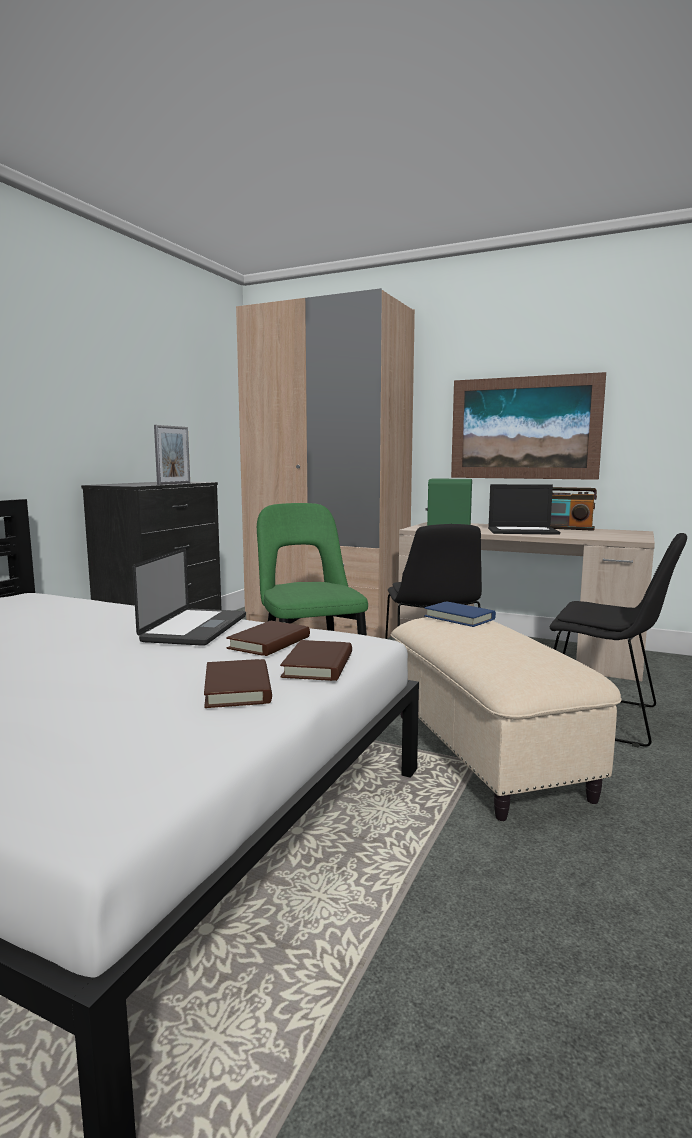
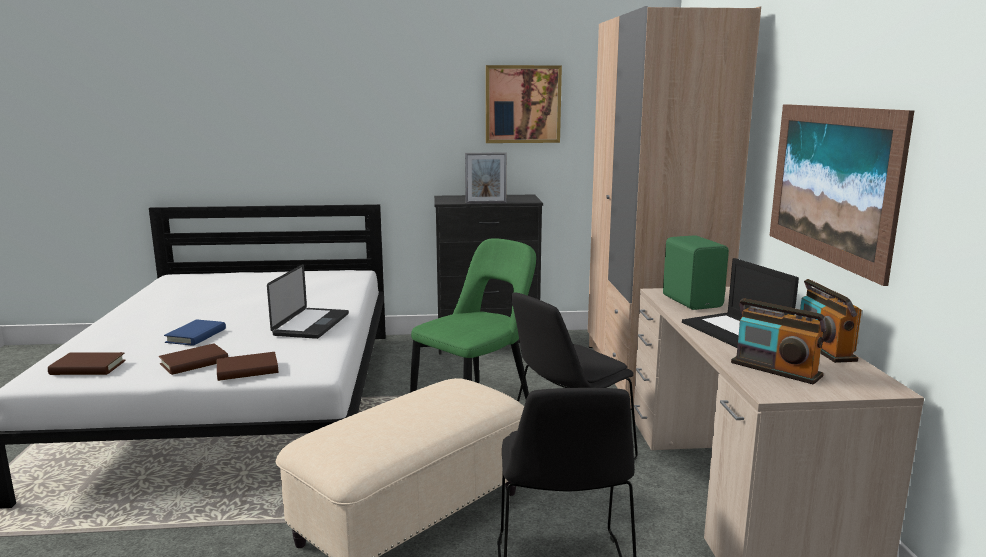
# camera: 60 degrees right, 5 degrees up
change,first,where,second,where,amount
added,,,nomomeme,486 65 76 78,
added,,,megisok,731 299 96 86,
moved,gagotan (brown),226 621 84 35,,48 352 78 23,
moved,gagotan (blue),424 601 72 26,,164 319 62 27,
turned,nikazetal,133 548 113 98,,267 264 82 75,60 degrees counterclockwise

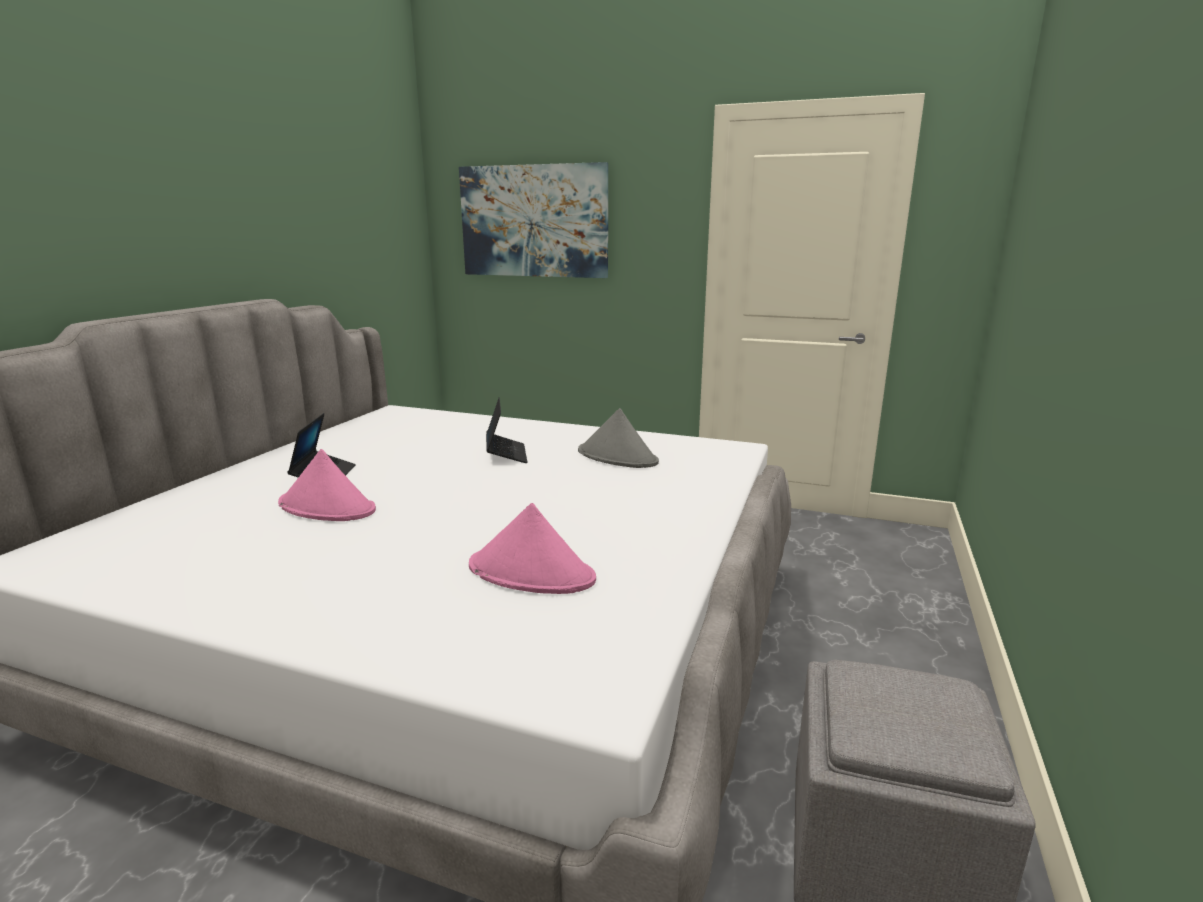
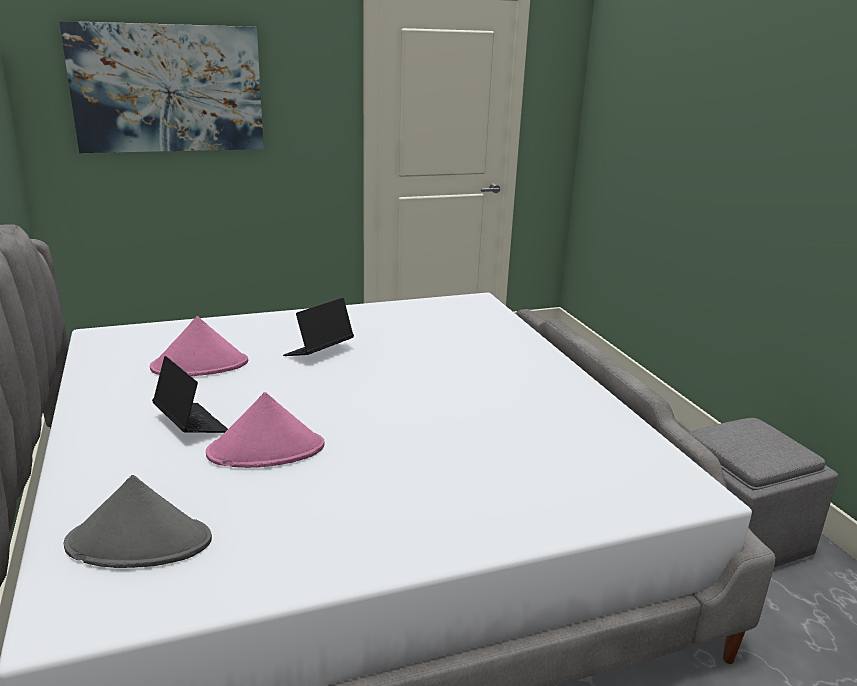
# camera: 40 degrees left, 5 degrees up
change,first,where,second,where,amount
moved,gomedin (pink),469 503 127 91,,150 316 98 60,
moved,gomedin (grey),578 408 81 60,,64 475 148 93,
turned,nikazetal,486 397 42 66,,283 298 71 58,90 degrees counterclockwise

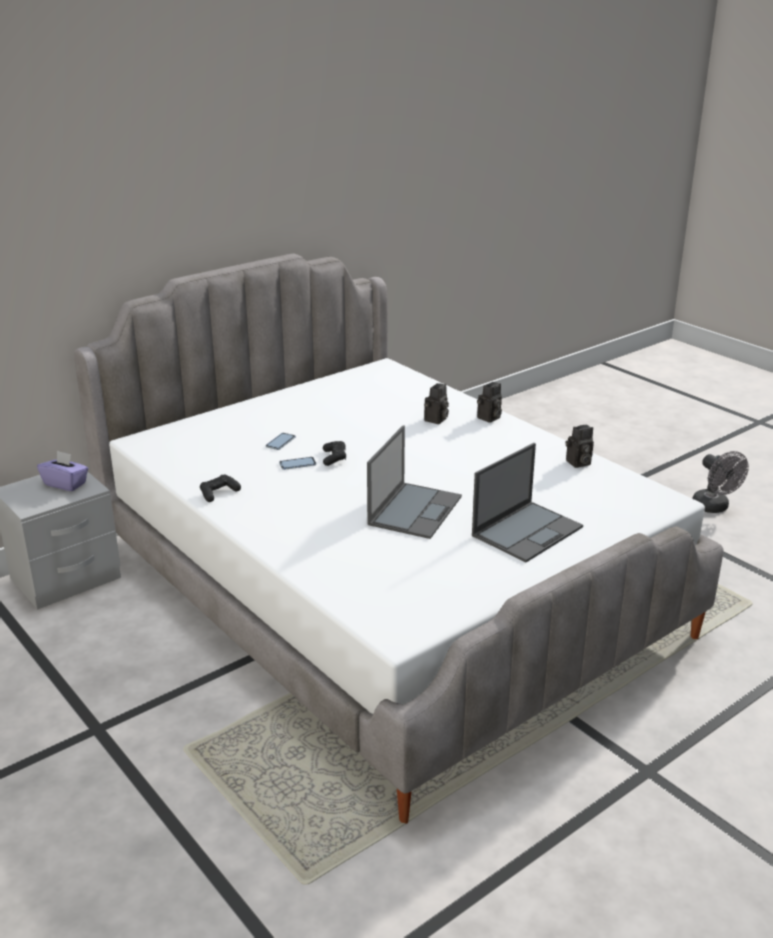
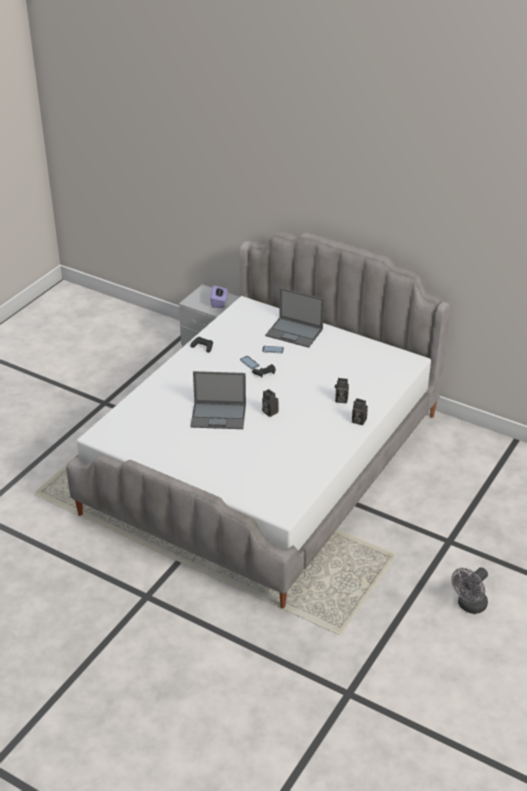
# camera: 70 degrees right, 10 degrees up
change,first,where,second,where,amount
moved,nikazetal,472 443 111 119,,265 288 59 60,
moved,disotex,565 424 29 44,,262 389 17 28,

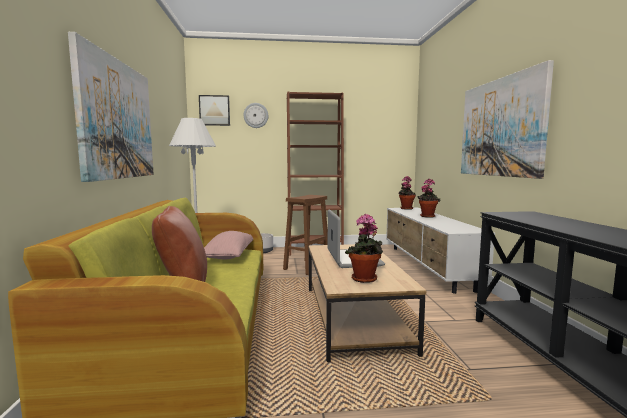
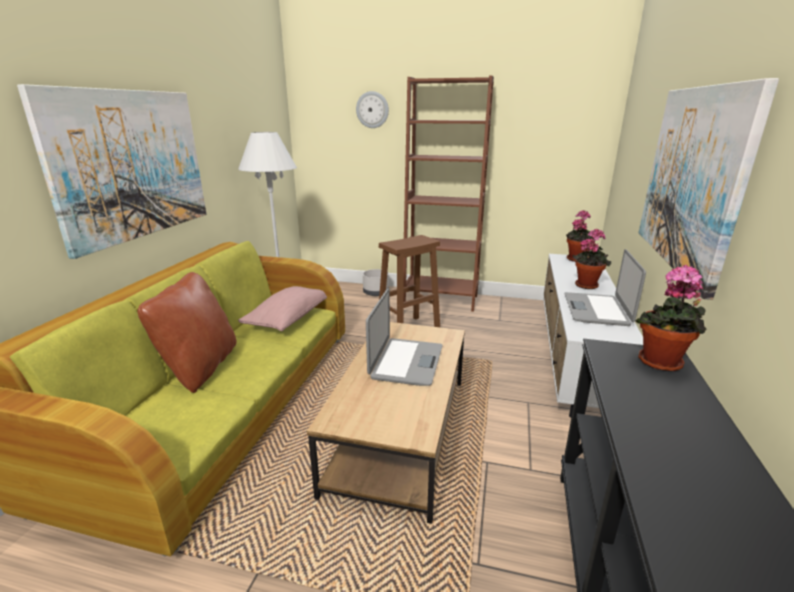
# camera: 20 degrees right, 15 degrees up
change,first,where,second,where,amount
removed,nomomeme,199 95 31 31,,,
added,,,nikazetal,564 249 82 77,
moved,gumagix,345 214 38 69,,635 265 72 107,

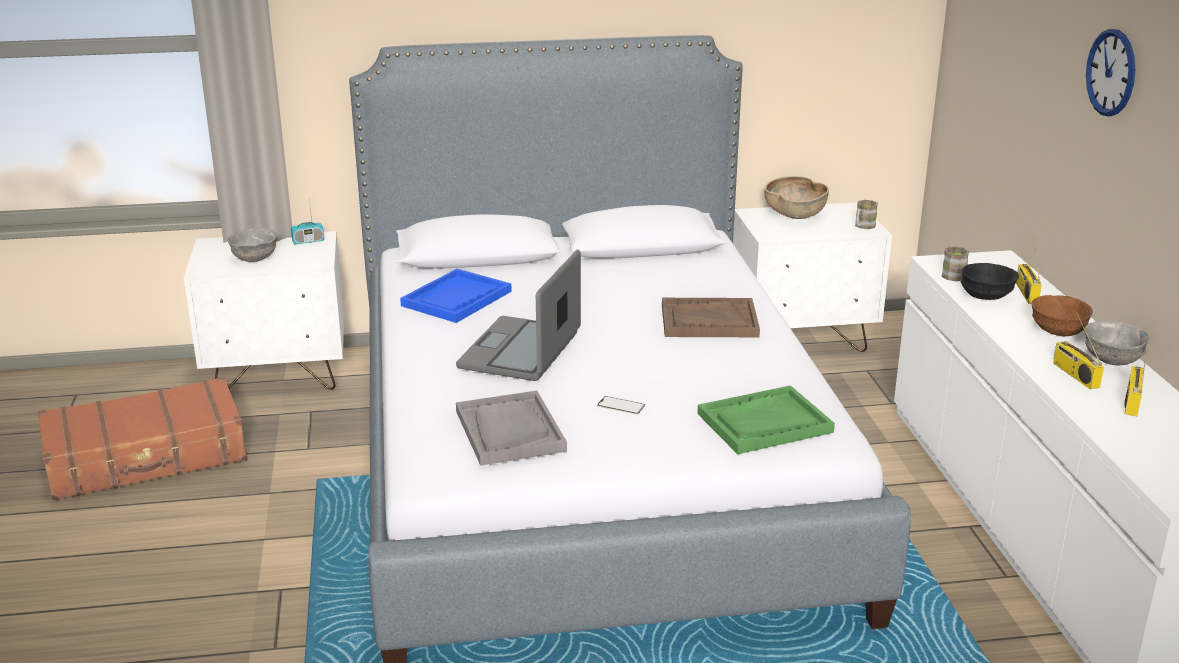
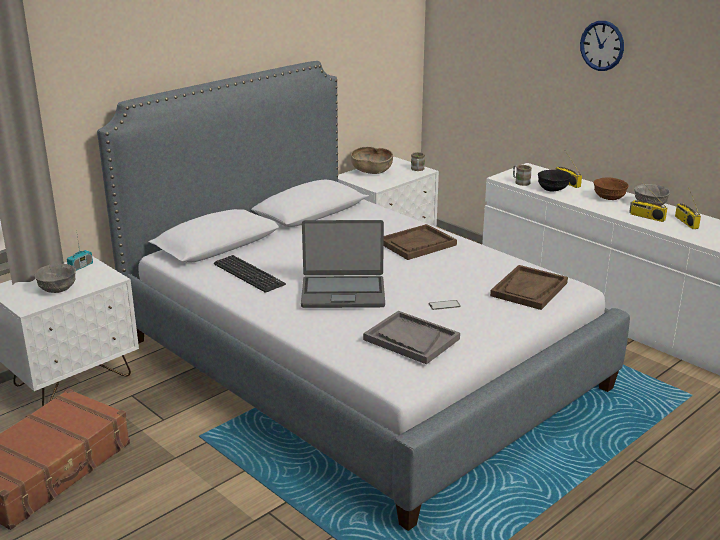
# camera: 35 degrees left, 0 degrees up
change,first,where,second,where,amount
replaced,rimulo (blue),400 269 112 54,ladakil,214 255 72 38,
recoloured,rimulo (green),697 385 138 69,rimulo (brown),490 265 78 45,
turned,nikazetal,456 249 125 132,,301 220 84 88,75 degrees counterclockwise

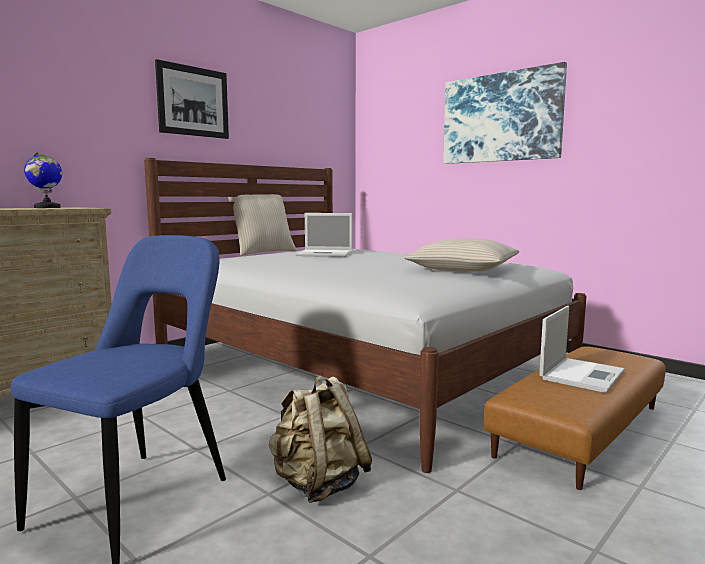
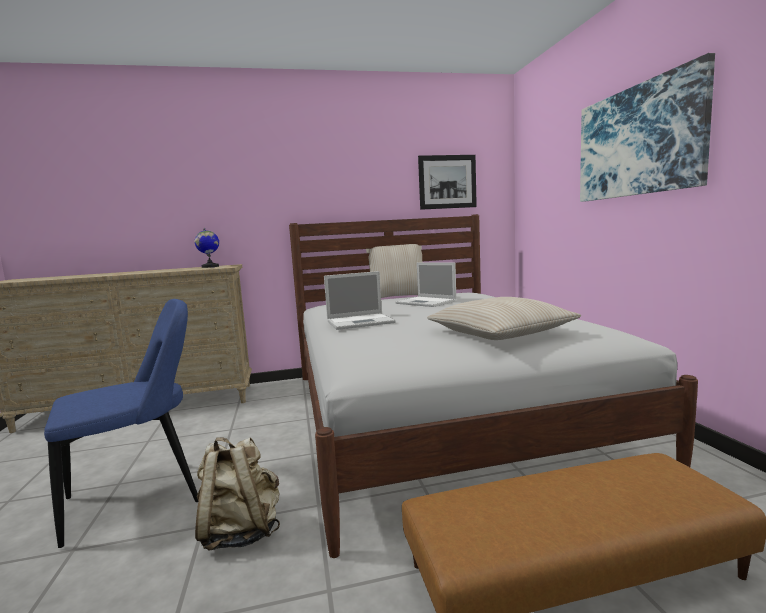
# camera: 35 degrees right, 0 degrees up
change,first,where,second,where,amount
moved,nomomeme,155 59 74 80,,418 155 59 55,
moved,nikazetal,539 306 85 87,,324 271 72 59,

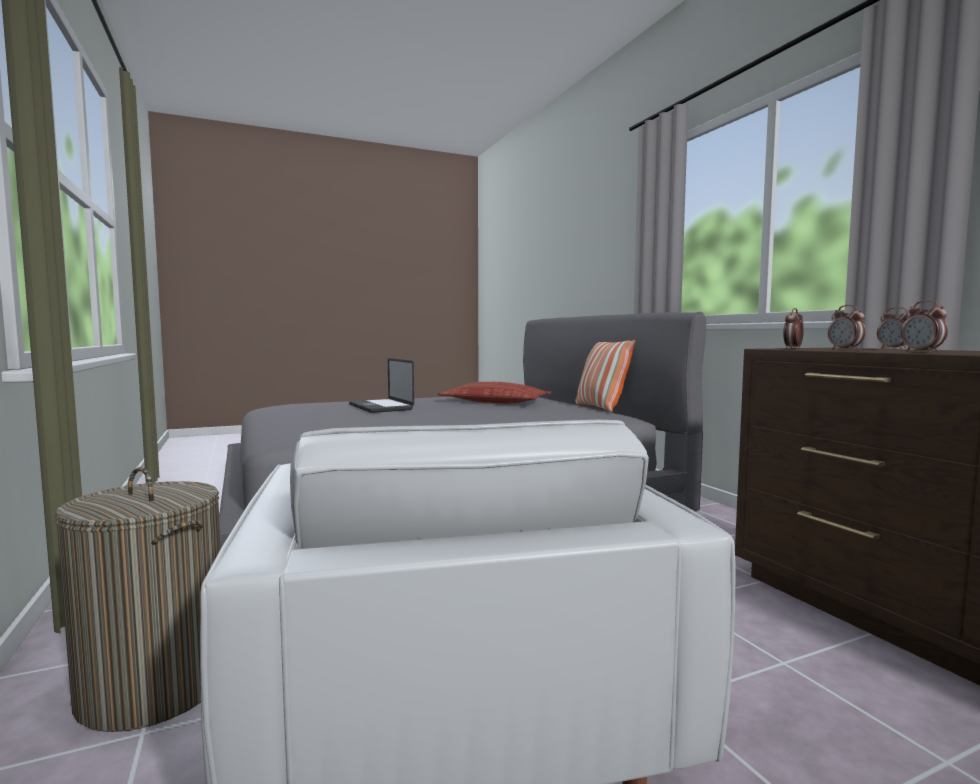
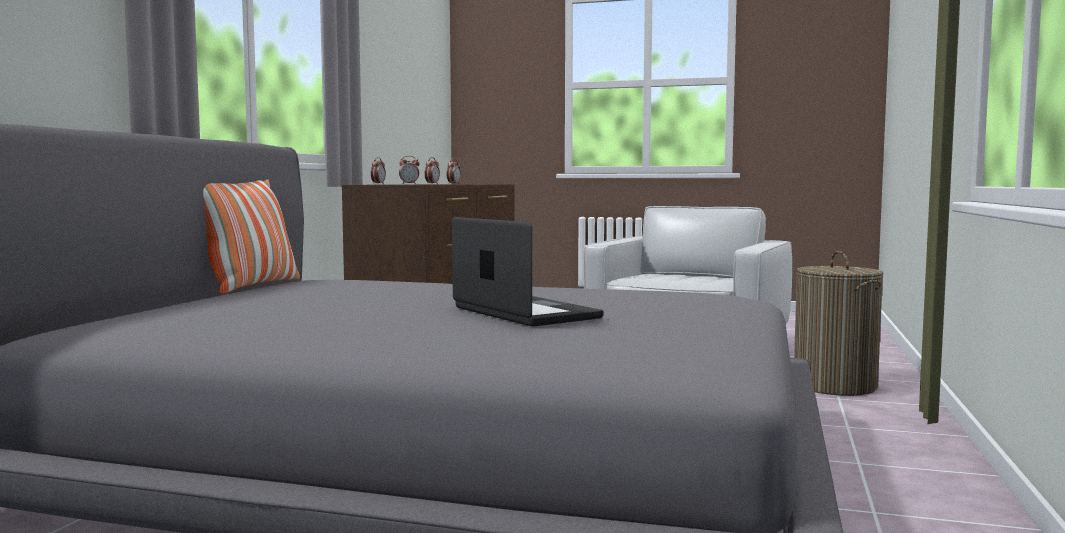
# camera: 140 degrees left, 0 degrees up
change,first,where,second,where,amount
removed,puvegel,437 382 115 21,,,
turned,nikazetal,349 358 65 55,,452 217 152 109,45 degrees counterclockwise

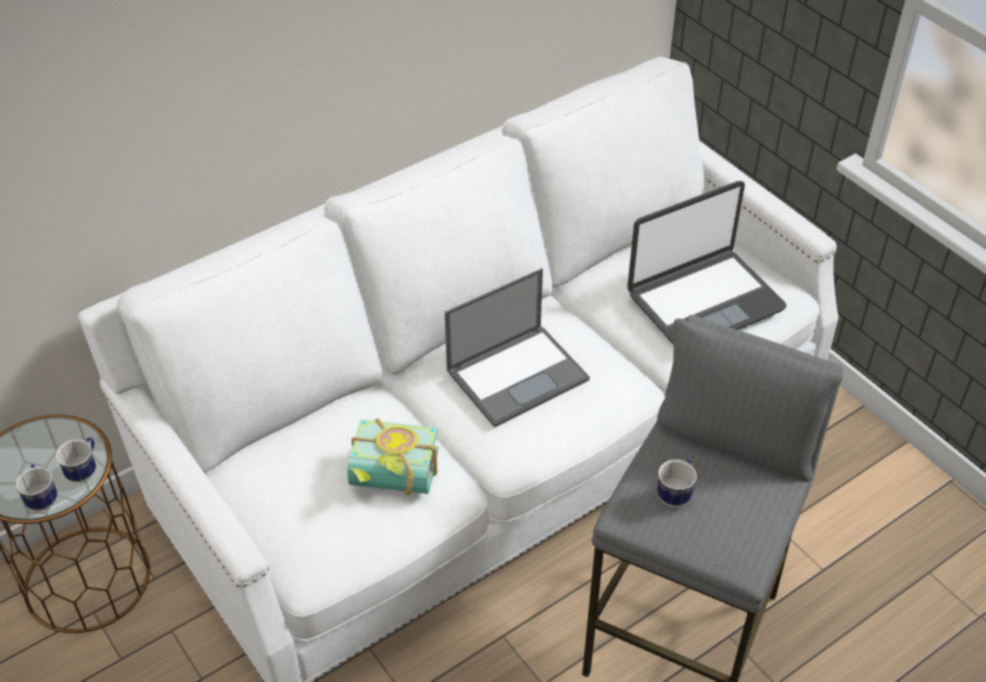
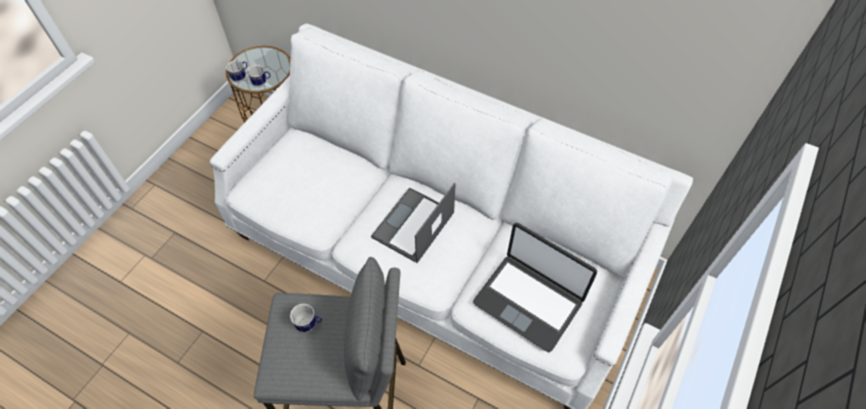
# camera: 65 degrees right, 10 degrees up
change,first,where,second,where,amount
removed,gagotan,347 418 91 77,,,
turned,nikazetal,445 268 145 160,,371 182 85 81,90 degrees clockwise

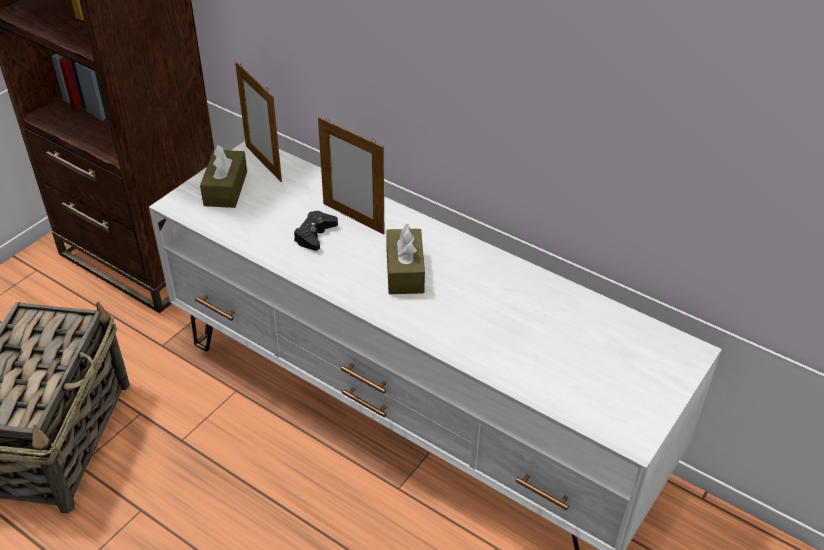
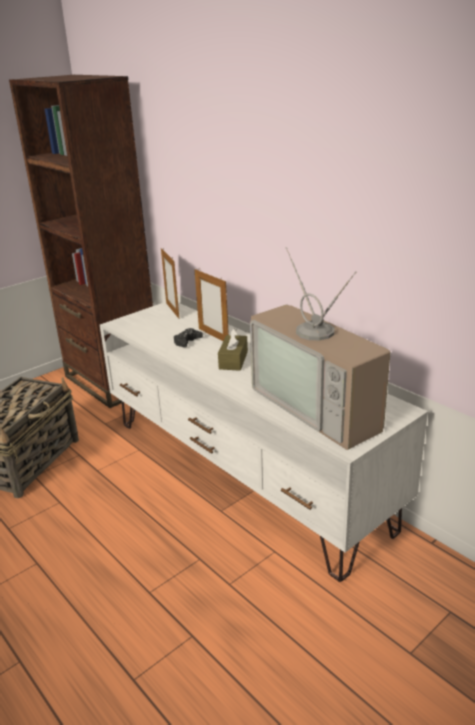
# camera: 15 degrees right, 15 degrees down
change,first,where,second,where,amount
removed,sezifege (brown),200 145 47 63,,,
added,,,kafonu,250 247 141 203,

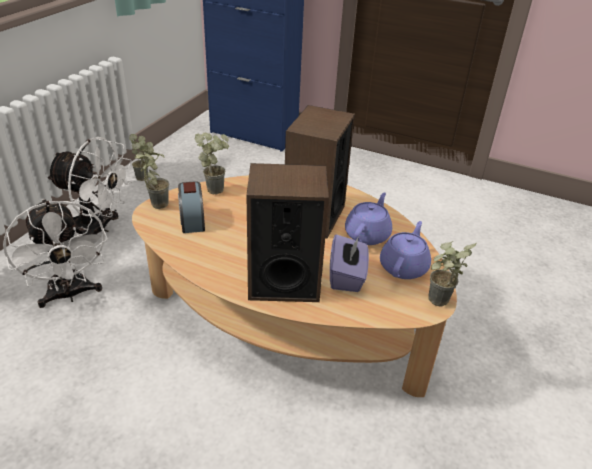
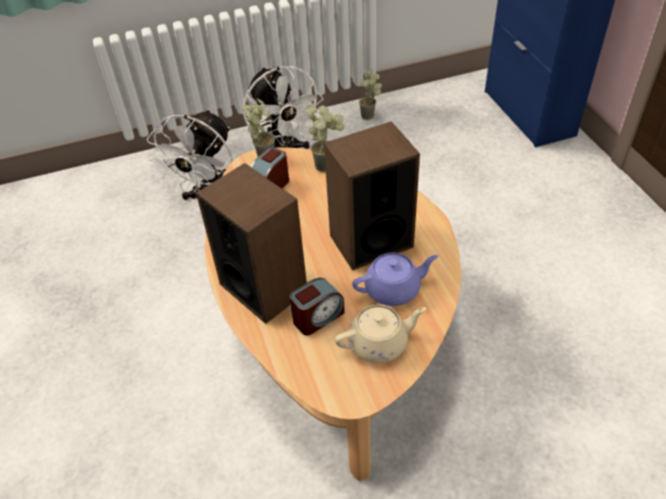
# camera: 50 degrees right, 10 degrees up
change,first,where,second,where,amount
removed,gumagix,428 241 49 66,,,
replaced,sezifege (purple),330 234 39 58,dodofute,289 278 56 58,
recoloured,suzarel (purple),380 221 51 58,suzarel (beige),335 305 92 58,

